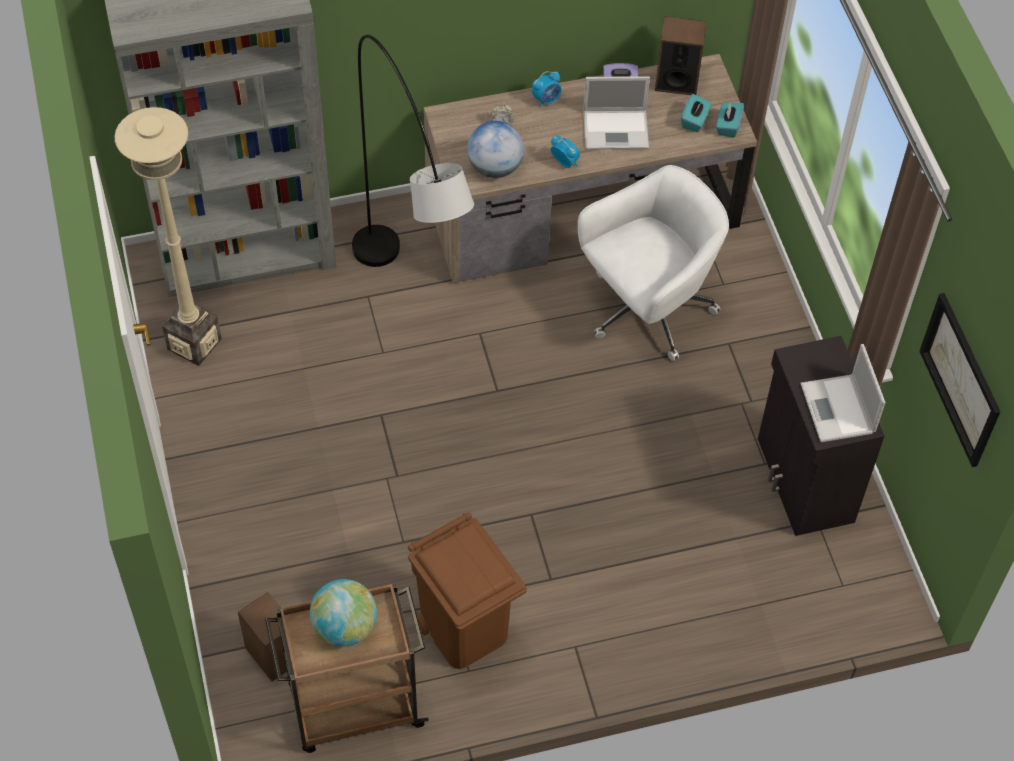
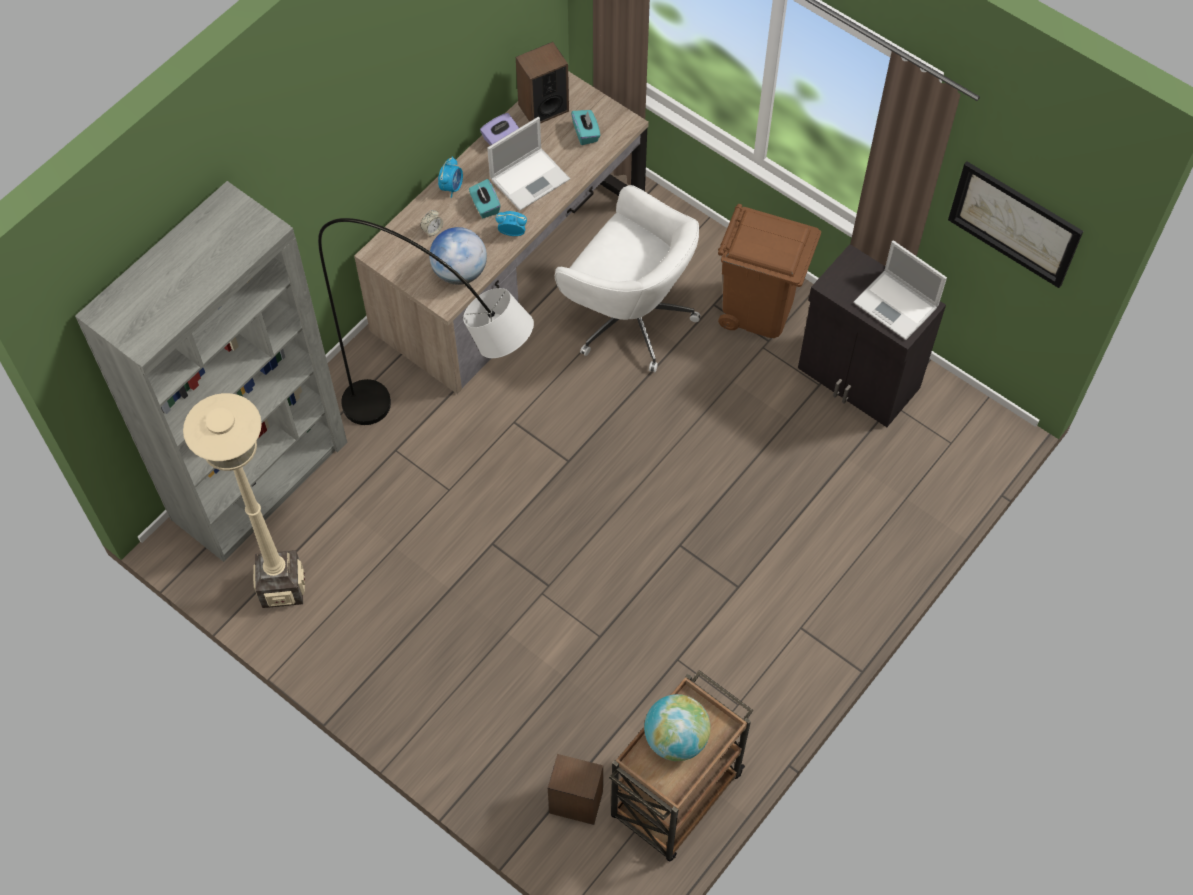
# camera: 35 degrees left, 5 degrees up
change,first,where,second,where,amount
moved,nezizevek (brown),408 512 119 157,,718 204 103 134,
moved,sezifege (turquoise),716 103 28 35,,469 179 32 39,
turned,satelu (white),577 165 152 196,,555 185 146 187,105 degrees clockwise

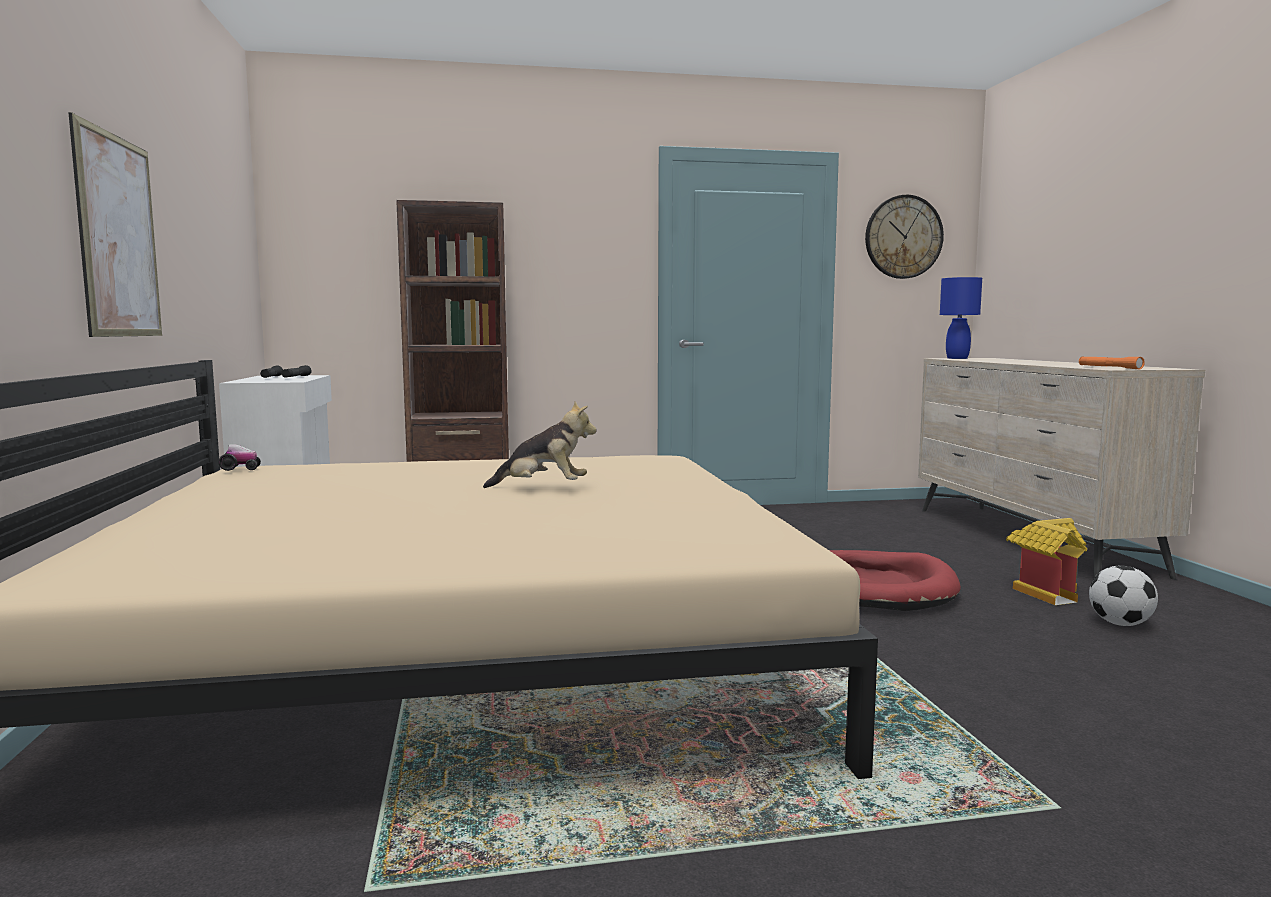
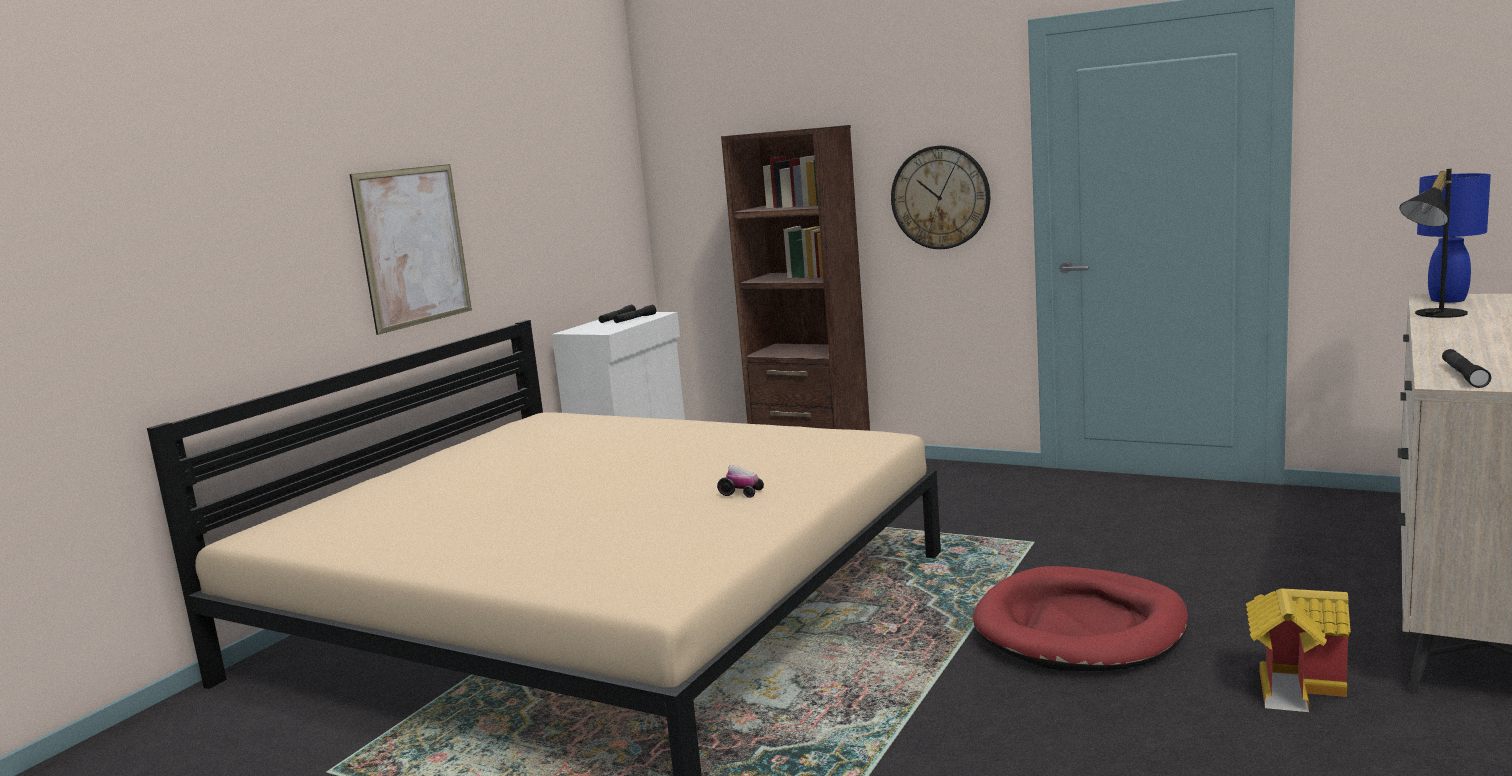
# camera: 40 degrees right, 5 degrees up
change,first,where,second,where,amount
removed,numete,483 402 114 86,,,
removed,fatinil,1089 566 69 60,,,
added,,,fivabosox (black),1400 169 68 149,
moved,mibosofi,218 444 43 27,,717 465 47 33,
moved,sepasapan,865 195 79 84,,891 146 99 103,
recoloured,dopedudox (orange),1079 356 66 13,dopedudox (black),1442 349 49 39,

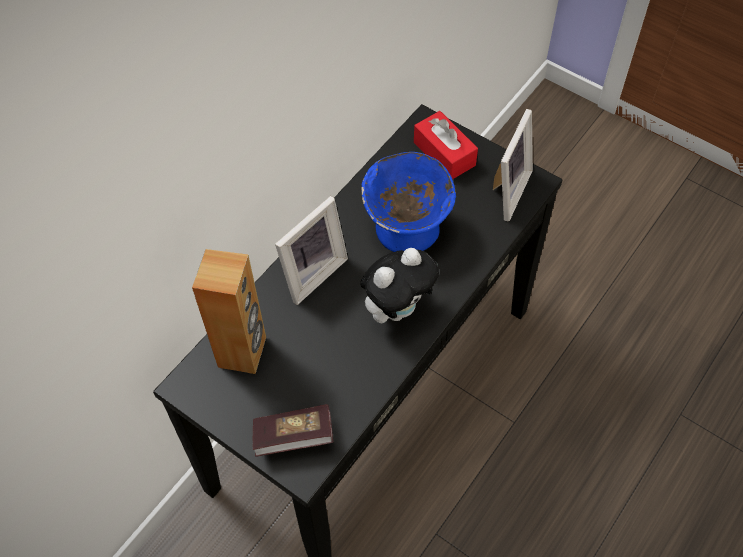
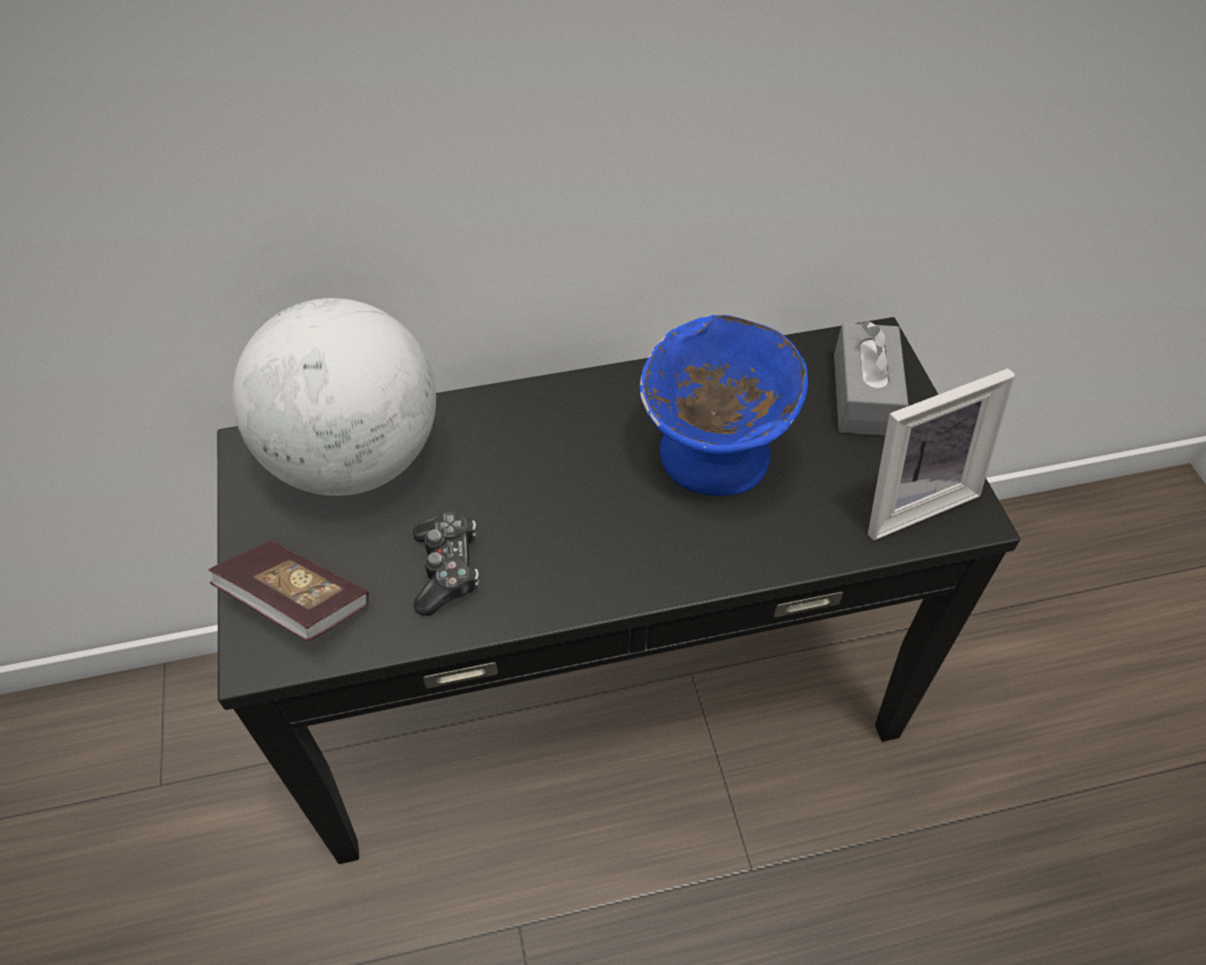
# camera: 40 degrees right, 5 degrees down
change,first,where,second,where,amount
removed,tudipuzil,275 196 73 109,,,
removed,numete,360 248 79 75,,,
added,,,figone,413 511 66 105,
replaced,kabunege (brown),192 249 74 125,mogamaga,232 298 204 198,
recoloured,sezifege (red),414 111 64 69,sezifege (grey),834 321 74 115,

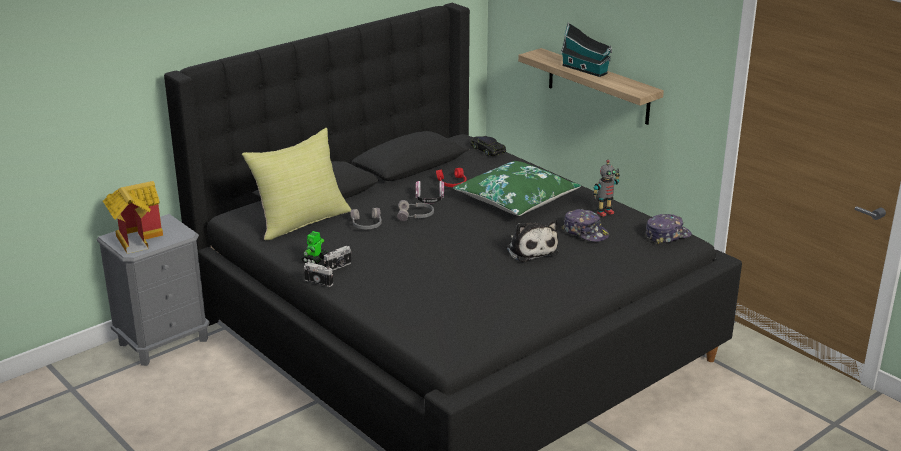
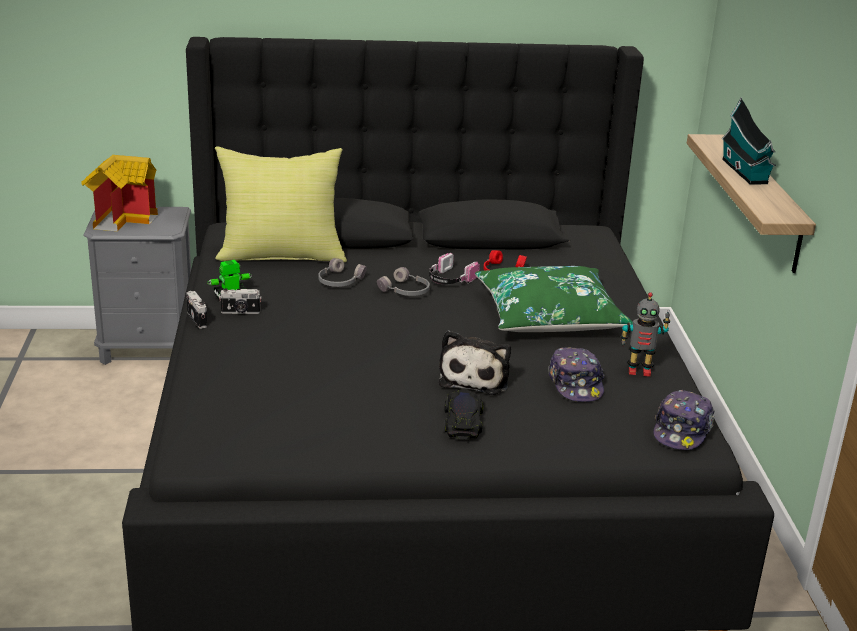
# camera: 35 degrees right, 0 degrees up
change,first,where,second,where,amount
moved,mibosofi (black),470 136 36 20,,445 390 39 49,
turned,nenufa,646 214 46 31,,653 390 61 60,105 degrees clockwise

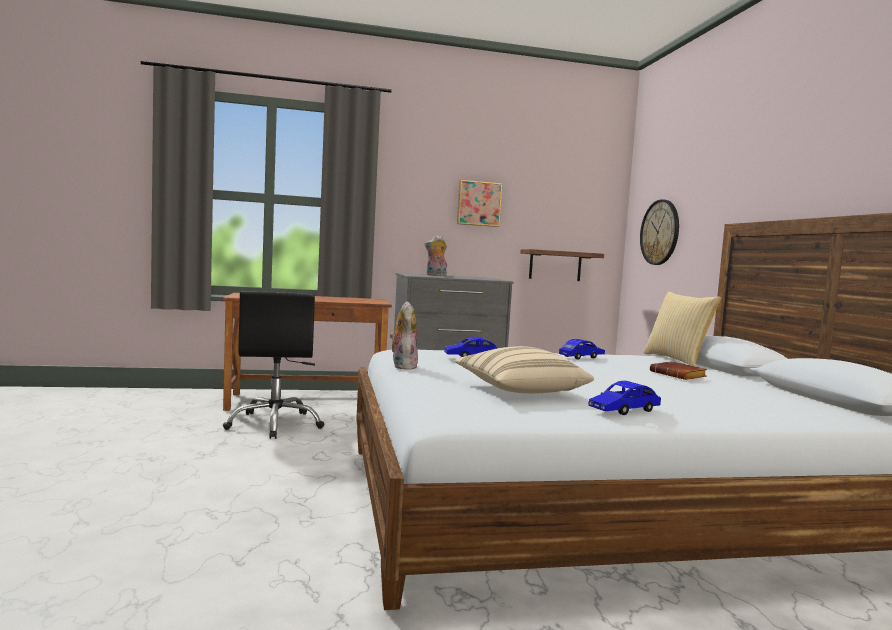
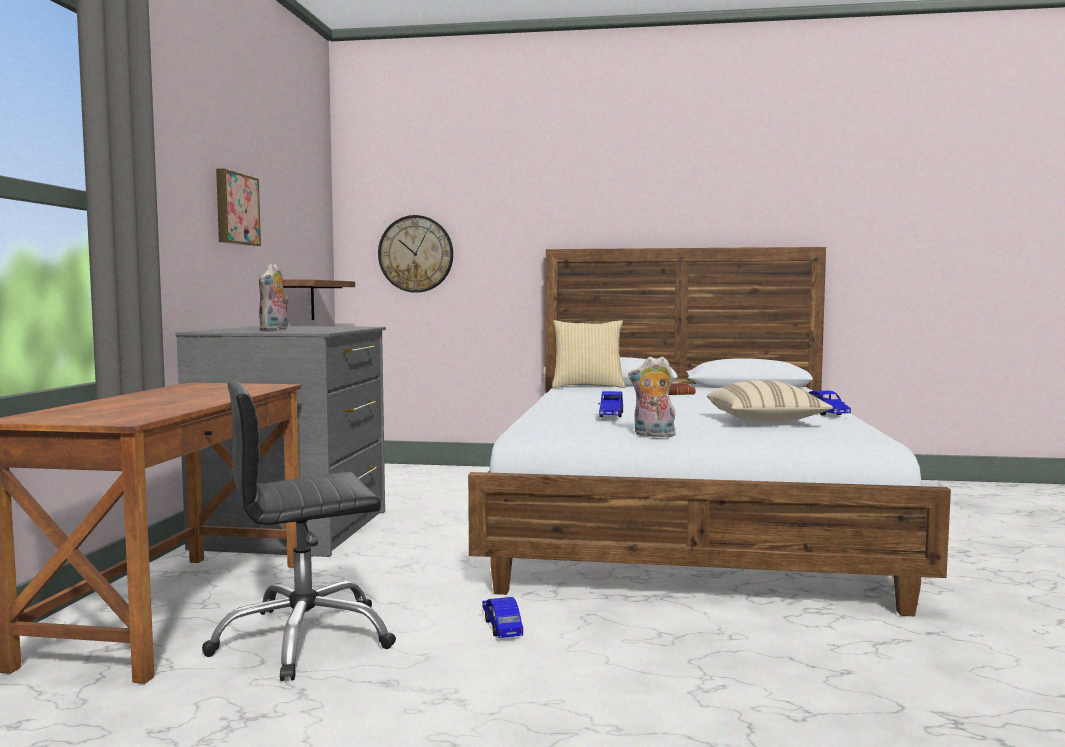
# camera: 70 degrees left, 0 degrees up
change,first,where,second,where,amount
moved,mibosofi (blue),559 339 46 21,,482 597 41 41,
turned,satelu (black),223 291 101 148,,202 380 194 301,150 degrees clockwise

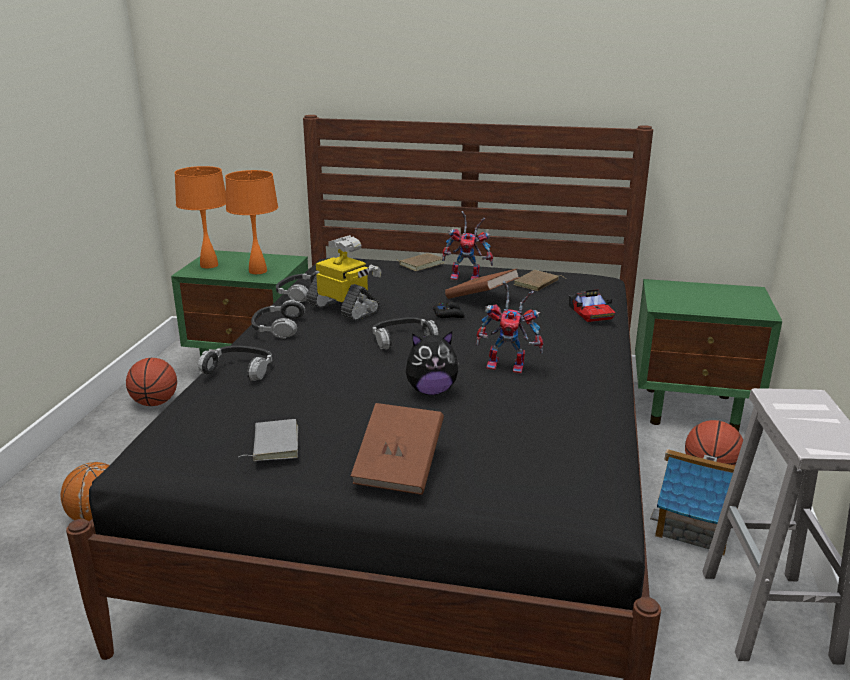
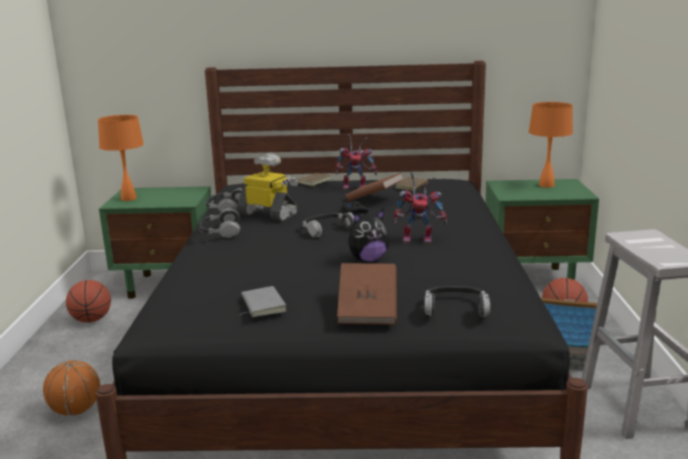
# camera: 10 degrees left, 5 degrees down
change,first,where,second,where,amount
removed,mibosofi,569 290 46 32,,,
moved,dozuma,198 346 74 35,,425 286 65 31,
moved,fivabosox (orange),225 170 53 104,,529 102 44 86,

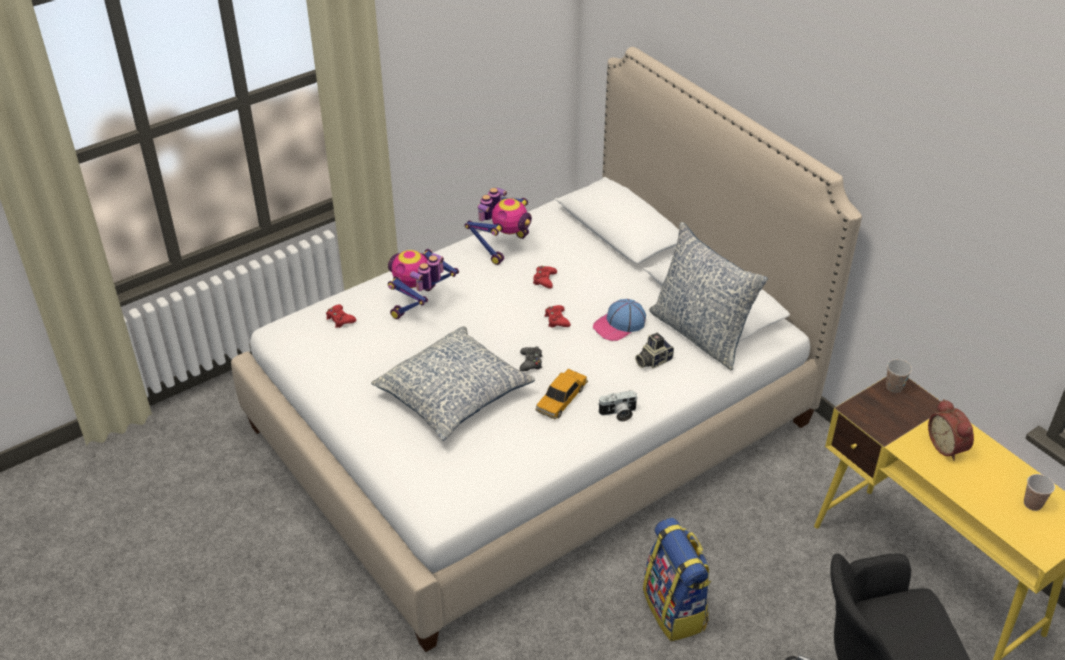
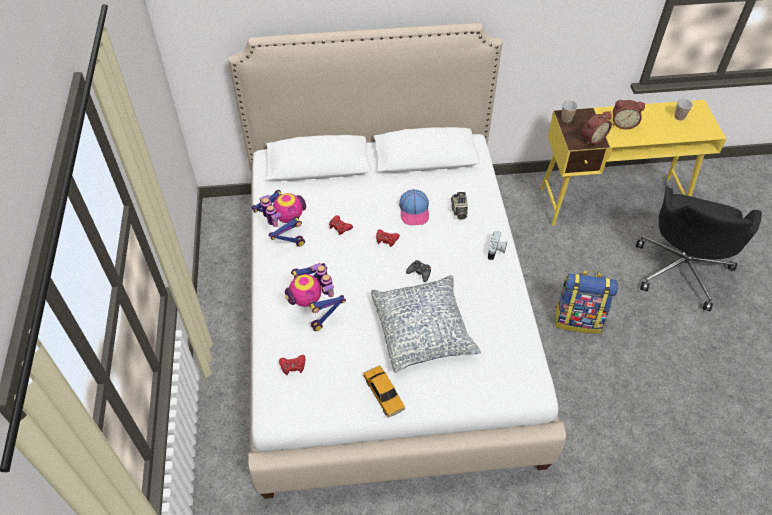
# camera: 60 degrees left, 10 degrees up
change,first,where,second,where,amount
removed,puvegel,649 222 119 148,,,
added,,,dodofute,582 111 30 34,
moved,mibosofi,535 369 53 50,,363 365 42 53,

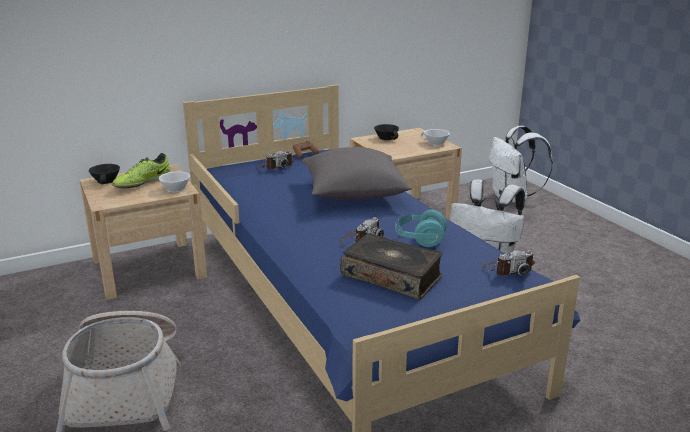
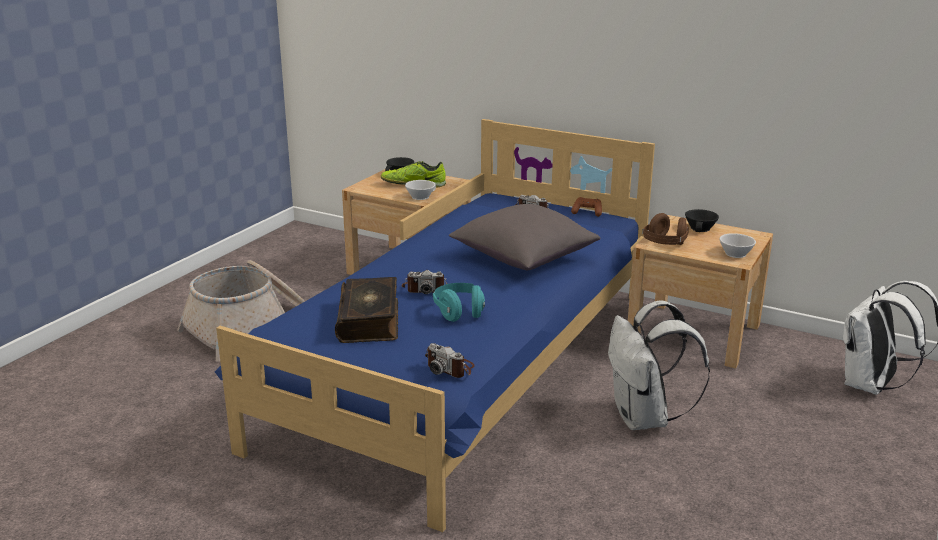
# camera: 55 degrees right, 0 degrees up
change,first,where,second,where,amount
added,,,dozuma (brown),642 213 47 32,

